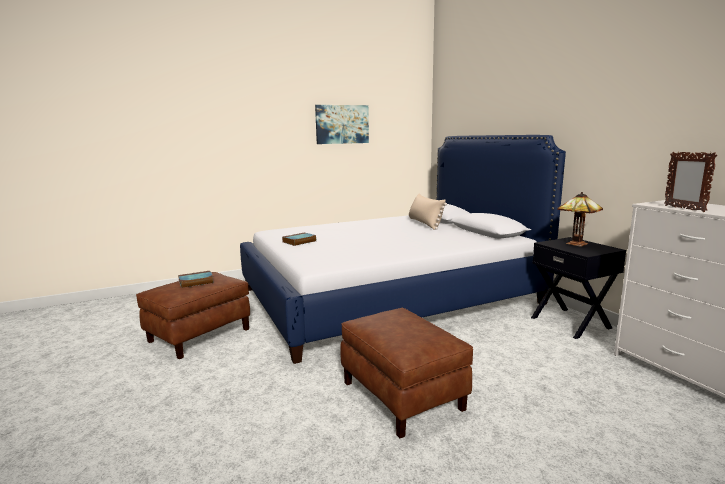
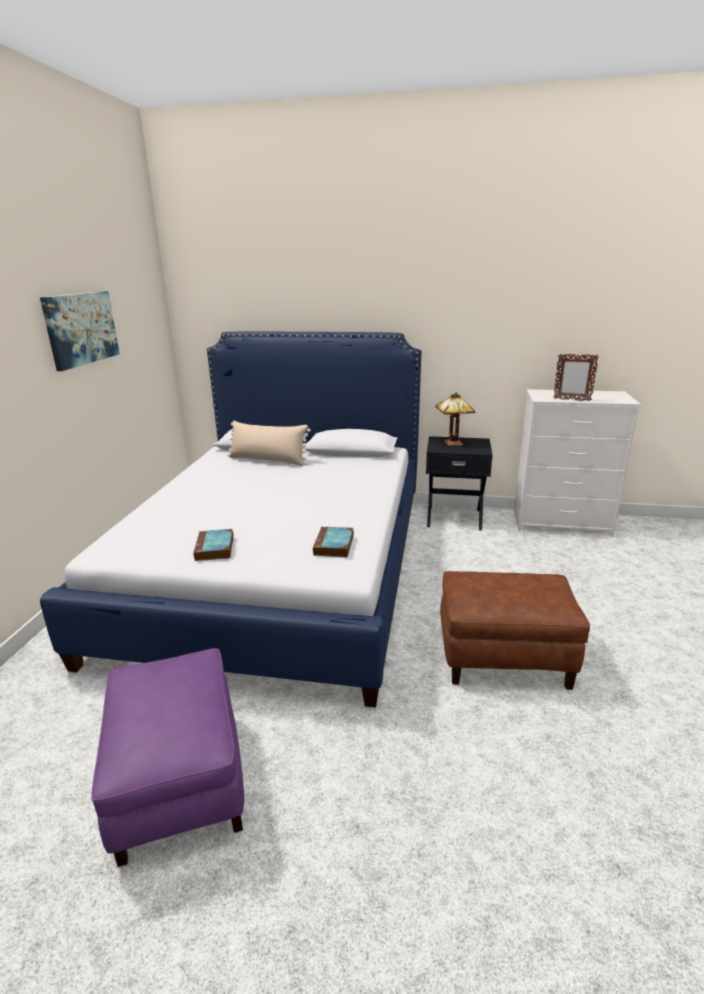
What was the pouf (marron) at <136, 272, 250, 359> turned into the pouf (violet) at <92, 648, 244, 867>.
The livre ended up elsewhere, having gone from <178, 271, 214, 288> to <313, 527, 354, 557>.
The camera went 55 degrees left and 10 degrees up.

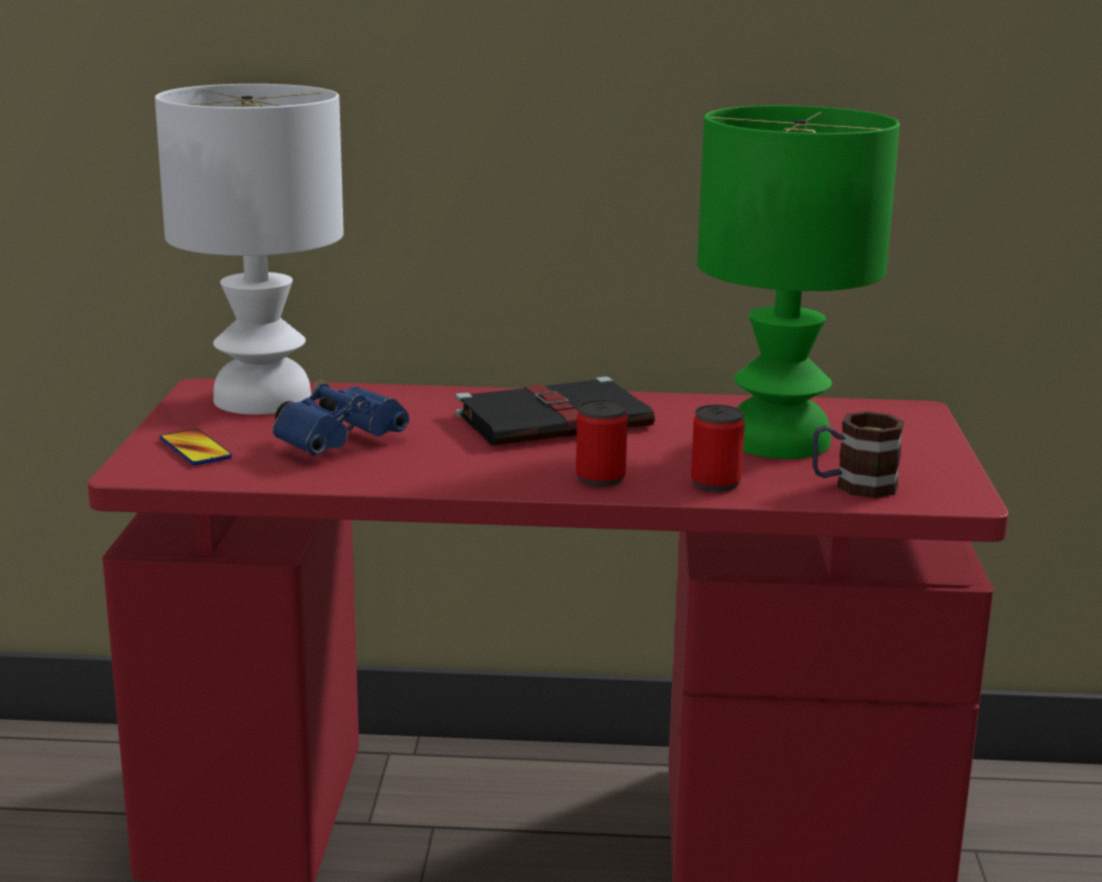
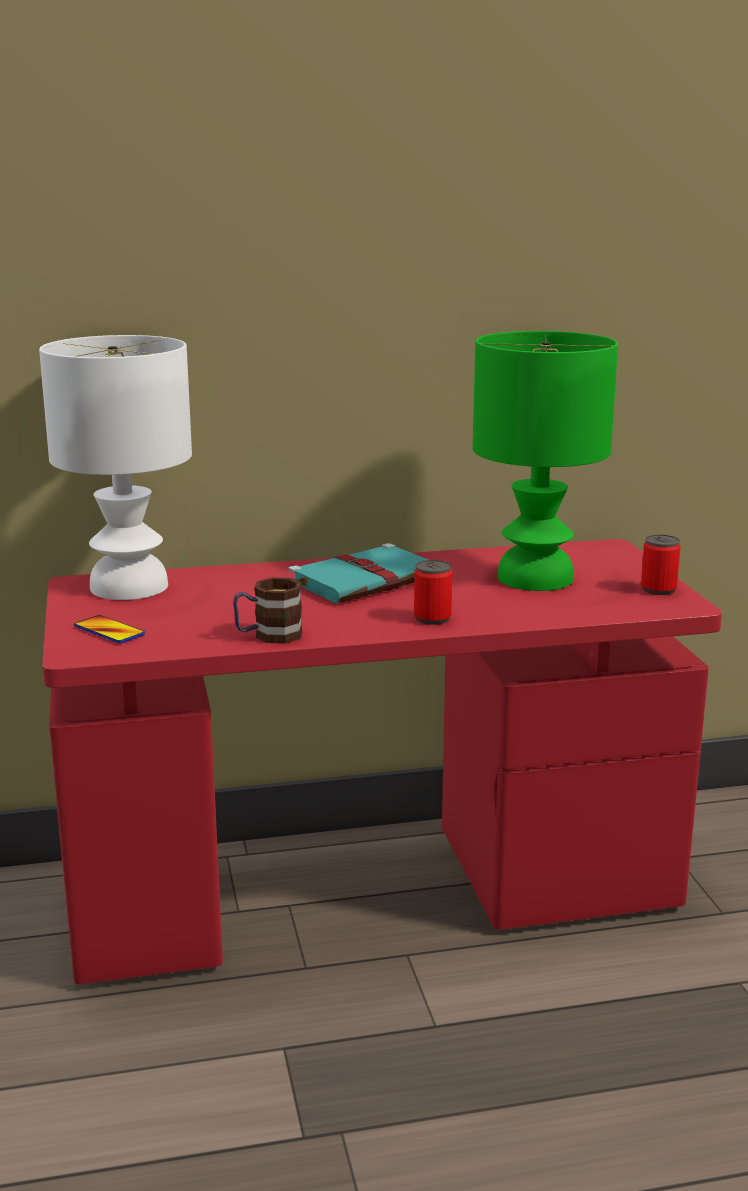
The mug ended up elsewhere, having gone from <812, 411, 904, 498> to <233, 577, 302, 644>.
What was the livre (noir) at <456, 376, 655, 445> turned into the livre (turquoise) at <289, 543, 429, 603>.
The boîte métallique ended up elsewhere, having gone from <691, 405, 745, 492> to <641, 535, 680, 595>.
The second view lost the jumelles (bleu) at <272, 380, 409, 456>.
The camera went 15 degrees left and 0 degrees up.

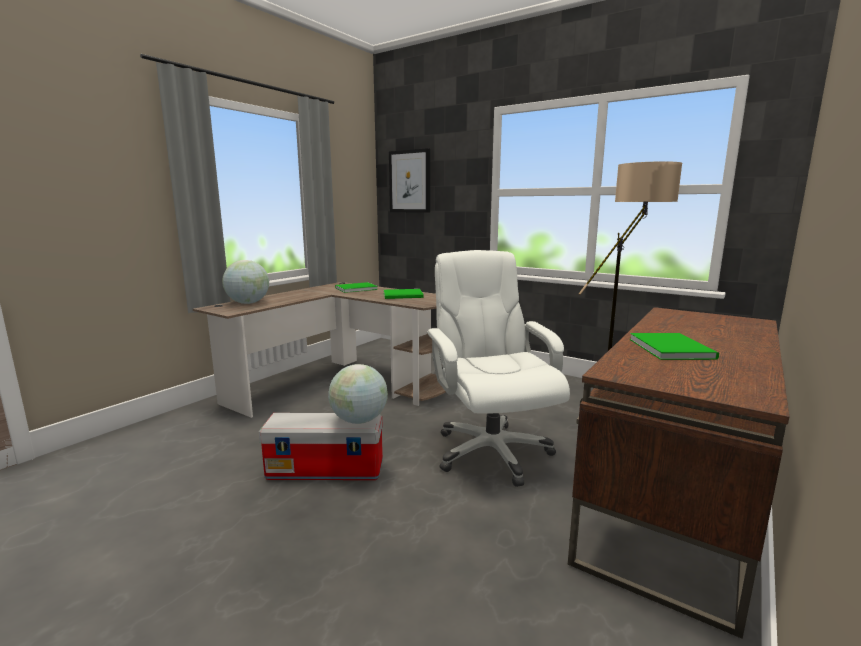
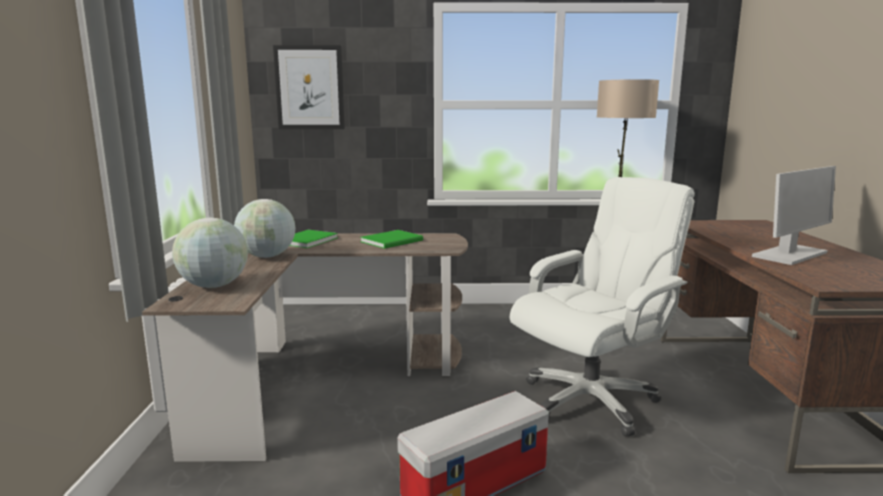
The globe ended up elsewhere, having gone from <328, 364, 388, 424> to <234, 199, 295, 258>.
The chaise de bureau (blanc) at <427, 250, 570, 487> ended up facing another way, 105 degrees clockwise from before.
Where the livre (vert) stood at <630, 333, 719, 360>, the écran d'ordinateur came to stand at <752, 166, 836, 265>.
The camera went 35 degrees left and 0 degrees up.

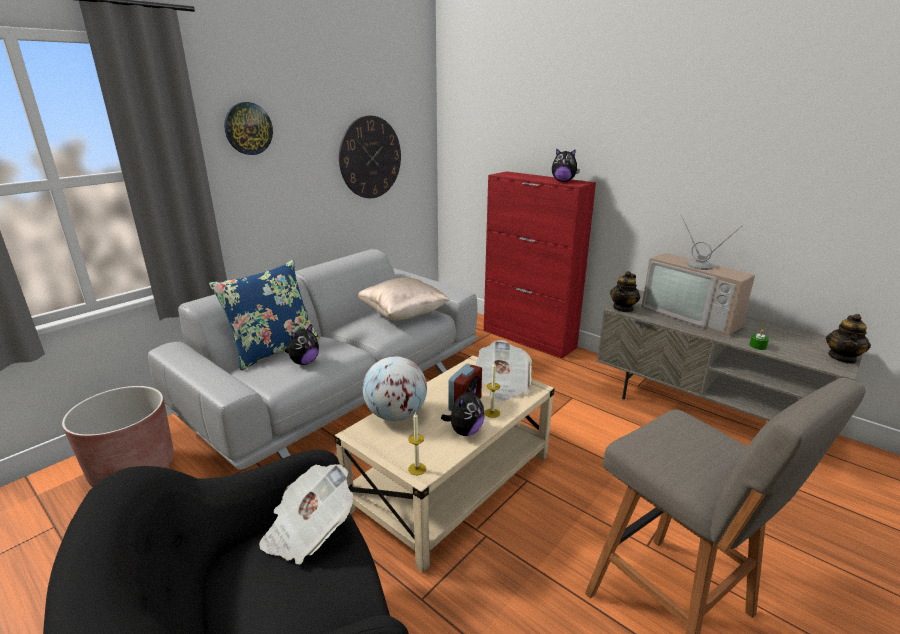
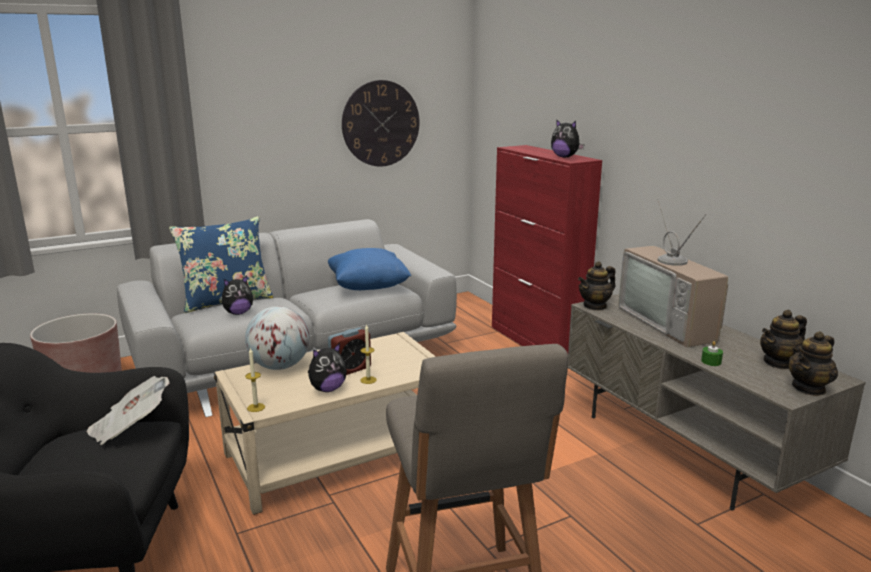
What was the coussin (beige) at <358, 277, 450, 320> turned into the coussin (bleu) at <328, 248, 411, 290>.
The second view gained the théière at <760, 310, 807, 369>.
The second view lost the horloge murale at <224, 102, 273, 155>.
The second view lost the journal at <475, 340, 532, 402>.
The camera went 20 degrees right and 5 degrees down.

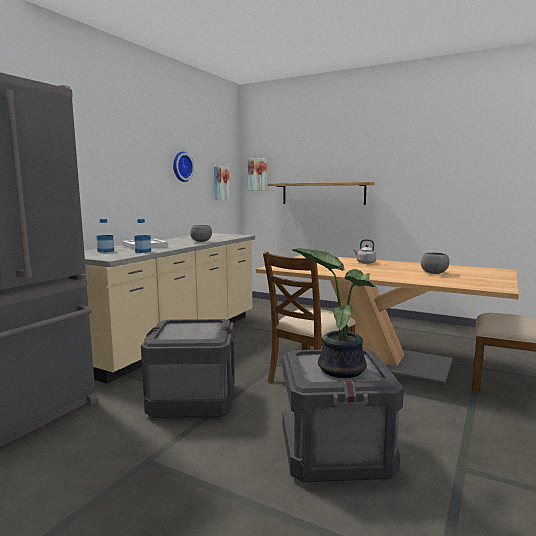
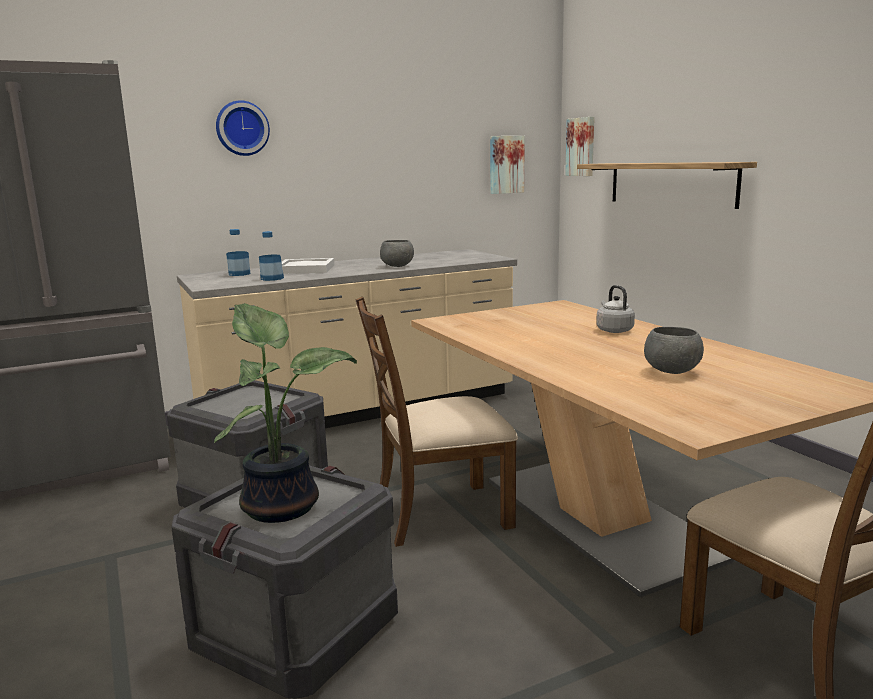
The horloge murale ended up elsewhere, having gone from <173, 152, 194, 182> to <216, 100, 270, 156>.
The camera went 35 degrees right and 5 degrees up.

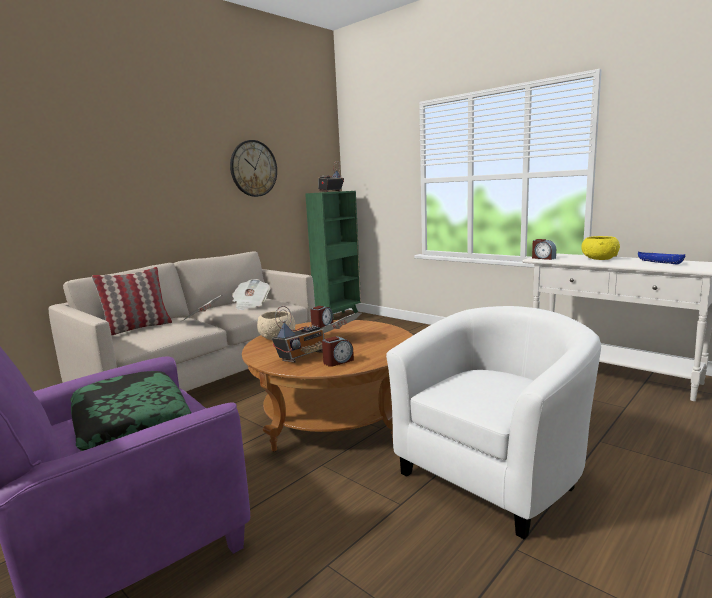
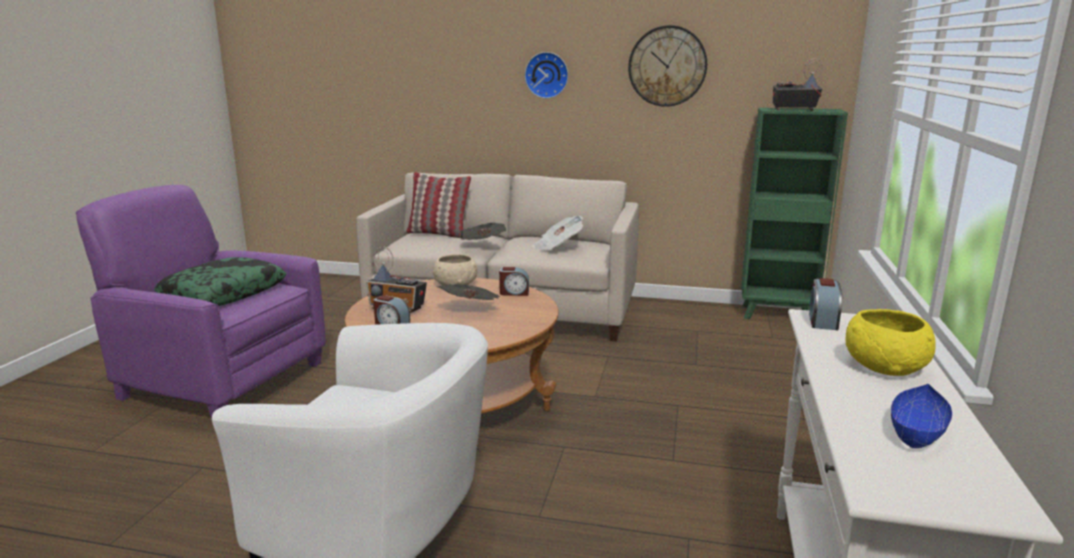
The second view gained the horloge murale at <525, 52, 568, 99>.
The camera went 60 degrees right and 5 degrees up.

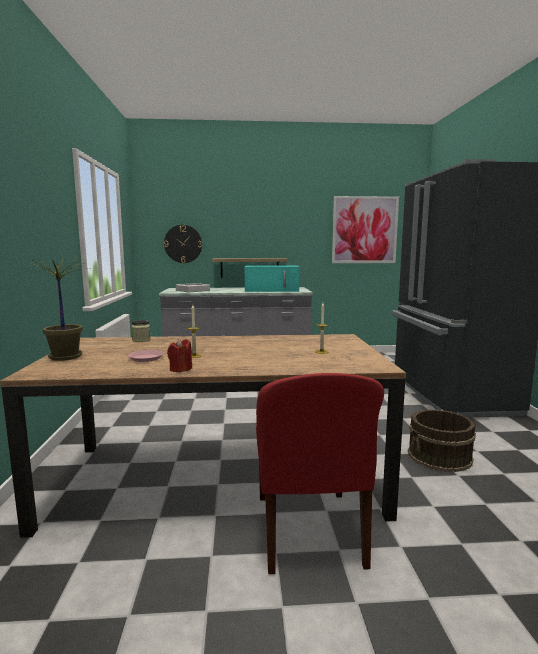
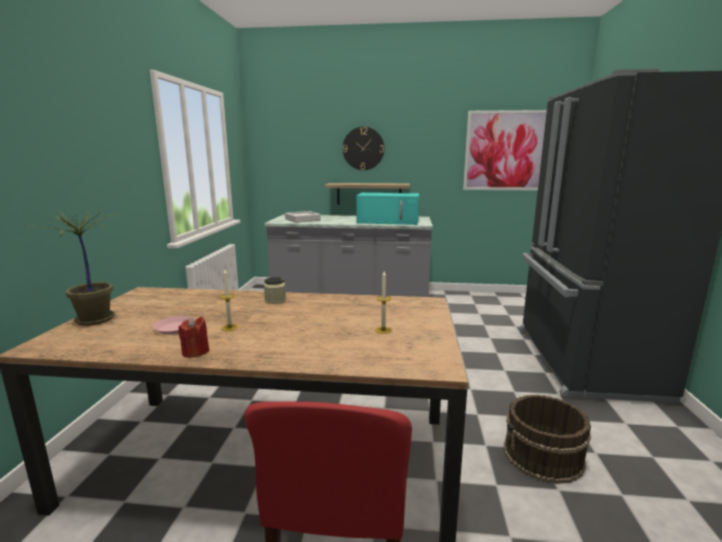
The bocal ended up elsewhere, having gone from <131, 320, 151, 342> to <264, 277, 286, 304>.
The horloge murale ended up elsewhere, having gone from <164, 225, 202, 263> to <343, 127, 384, 170>.
The camera went 10 degrees right and 5 degrees up.

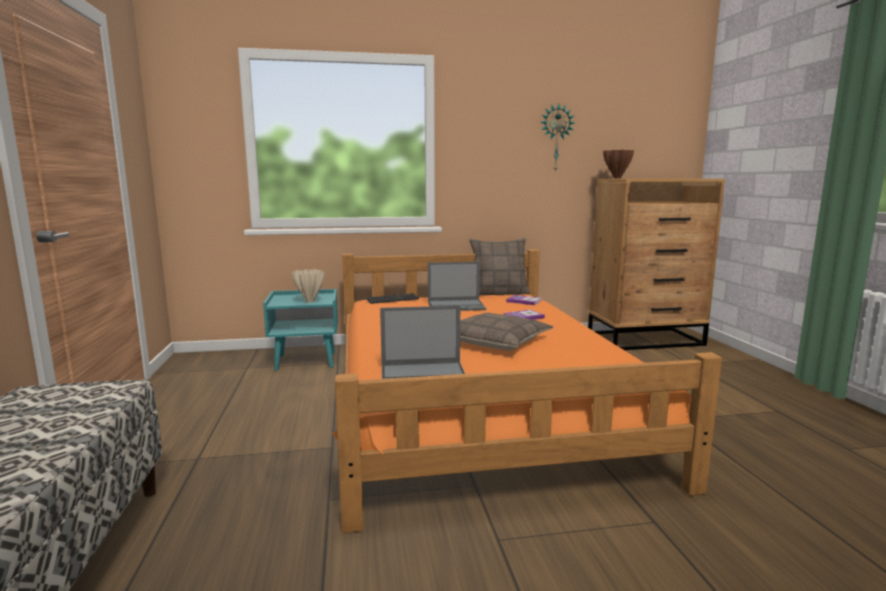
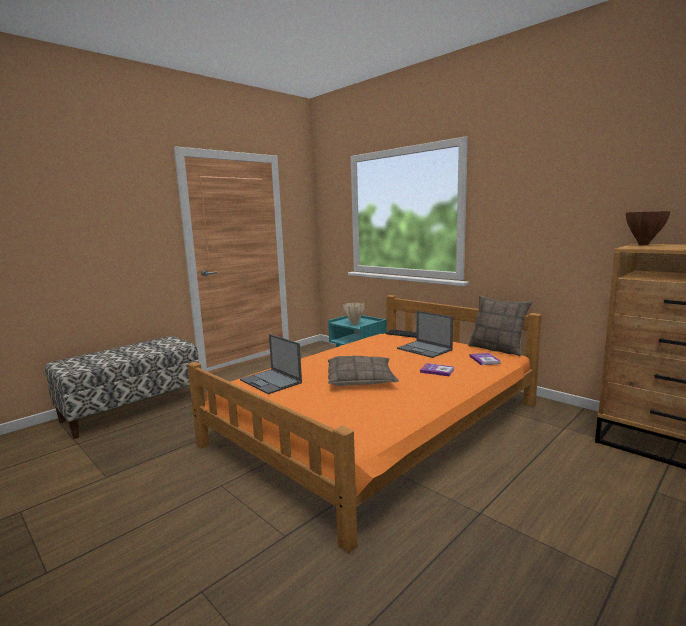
The second view lost the horloge murale at <540, 104, 574, 172>.
The camera went 55 degrees right and 0 degrees up.

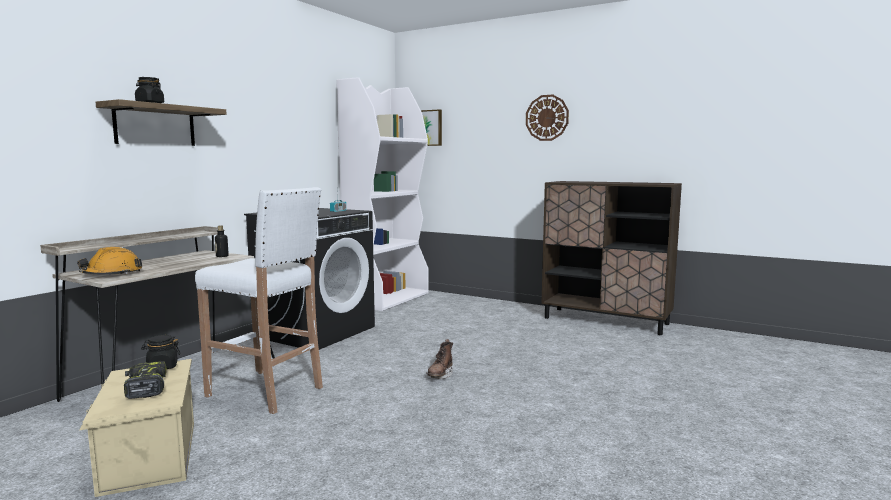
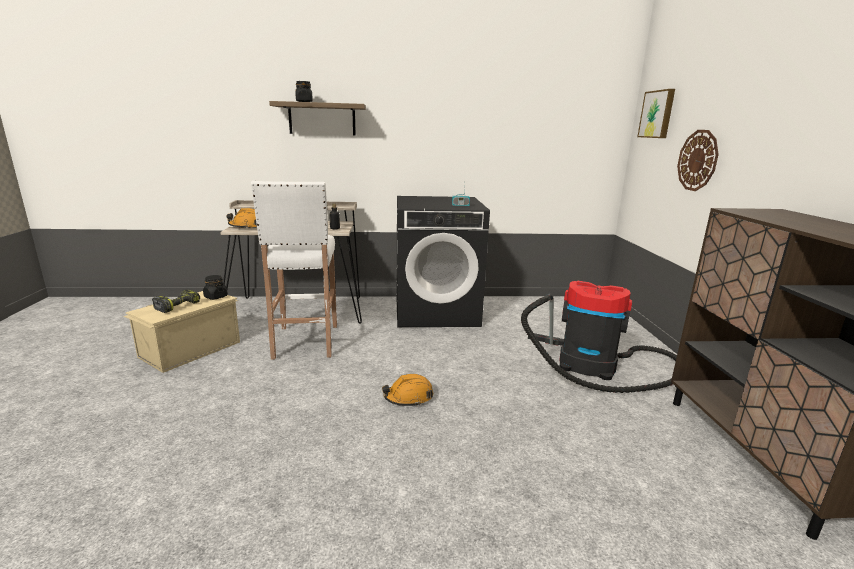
Where the botte (marron) stood at <427, 339, 453, 379>, the casque de chantier (orange) came to stand at <382, 374, 433, 407>.
The second view gained the aspirateur at <521, 280, 677, 393>.
The horloge murale ended up elsewhere, having gone from <526, 95, 569, 141> to <677, 130, 719, 191>.
The second view lost the bibliothèque (blanc) at <336, 77, 428, 311>.
The camera went 55 degrees right and 10 degrees up.

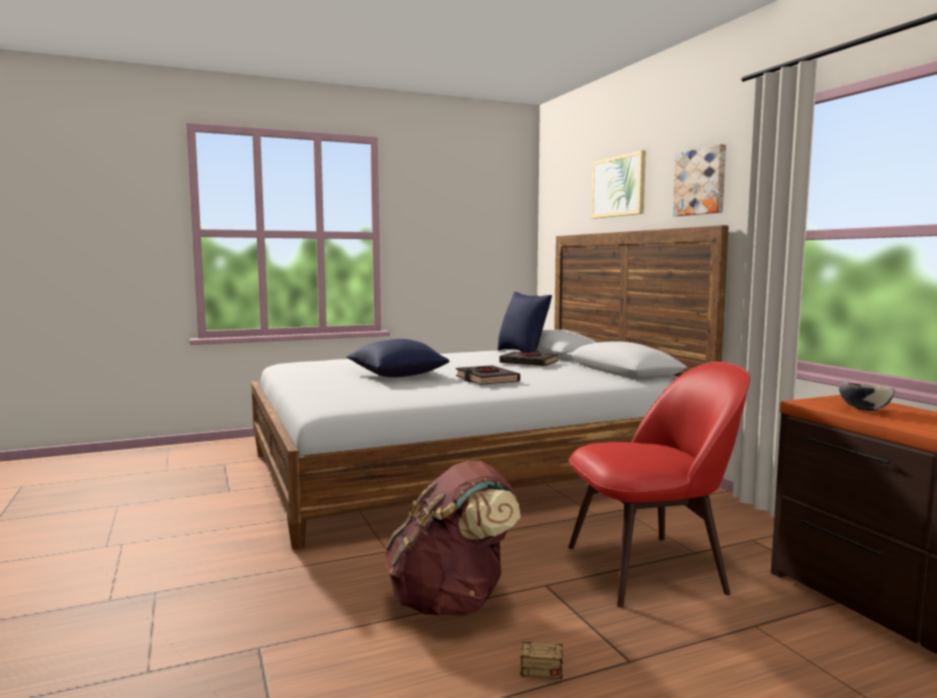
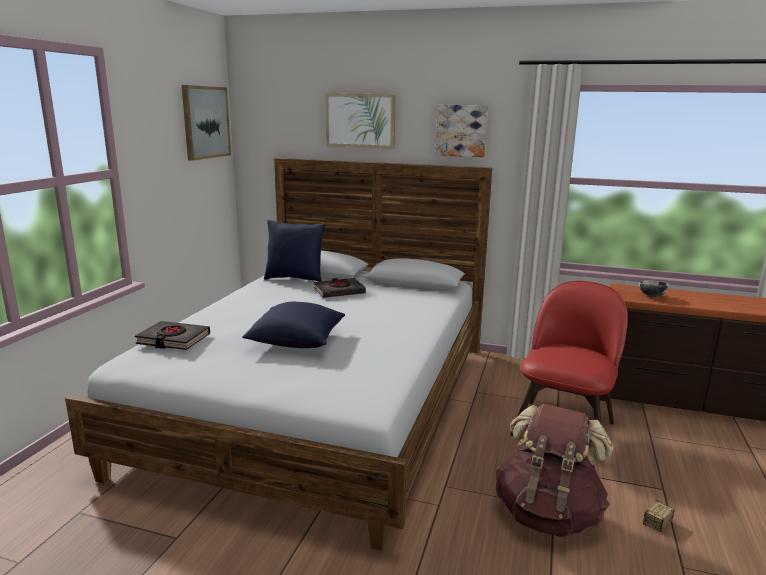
The livre (noir) ended up elsewhere, having gone from <456, 365, 520, 385> to <135, 321, 210, 350>.
The second view gained the tableau at <182, 85, 231, 161>.
The camera went 50 degrees left and 10 degrees up.

